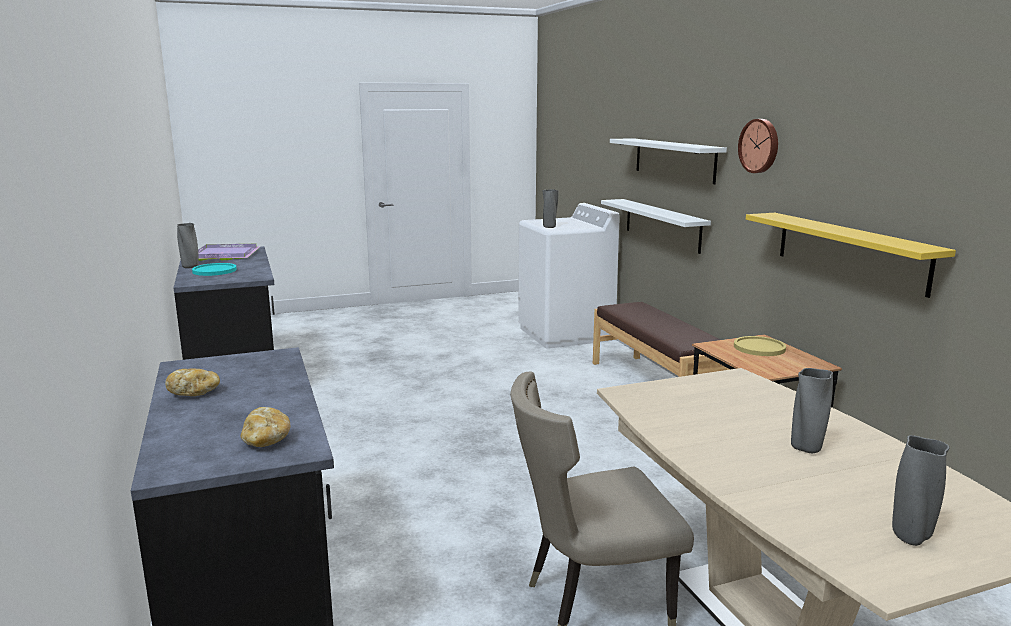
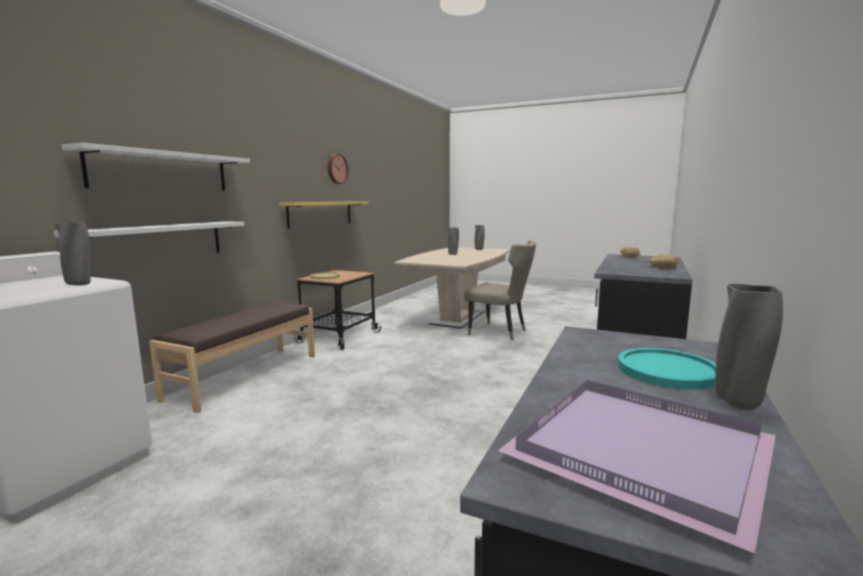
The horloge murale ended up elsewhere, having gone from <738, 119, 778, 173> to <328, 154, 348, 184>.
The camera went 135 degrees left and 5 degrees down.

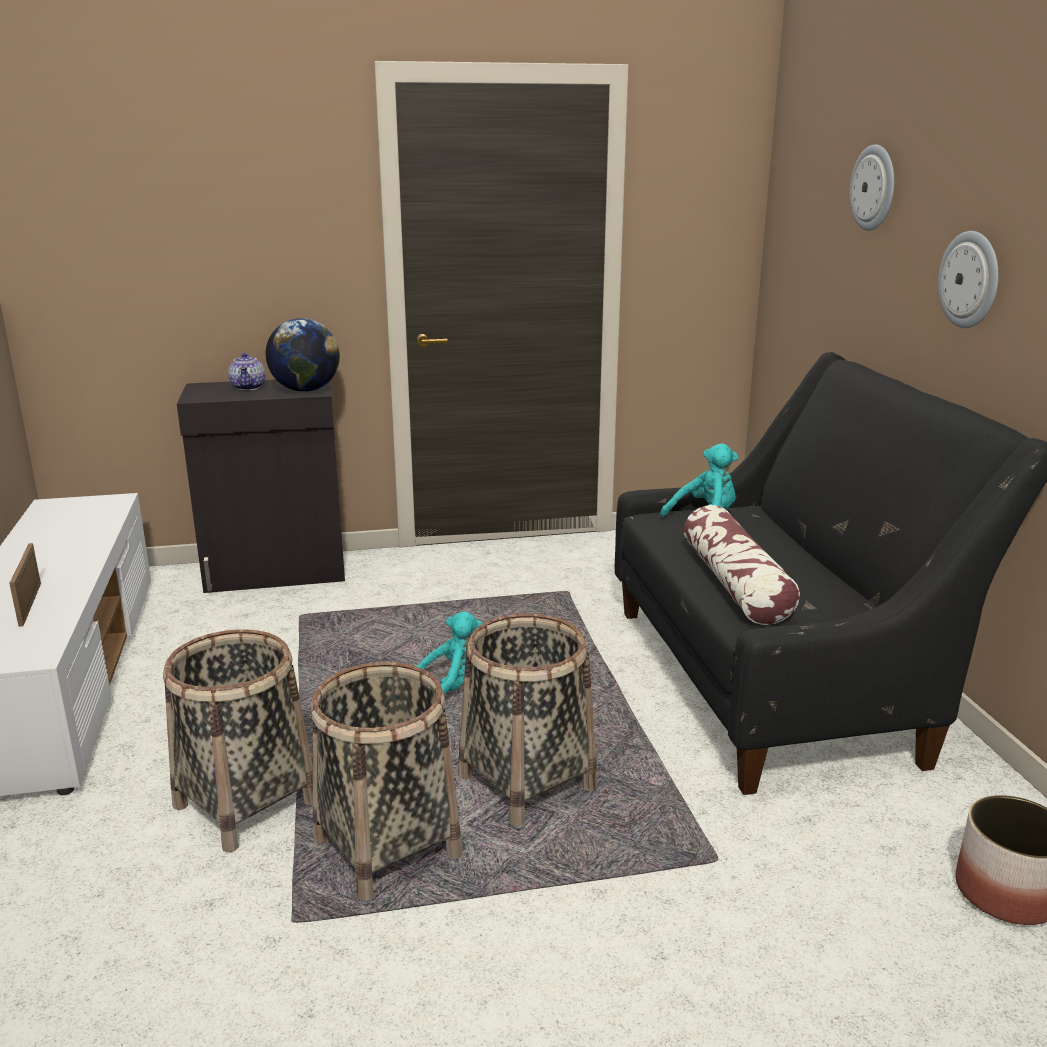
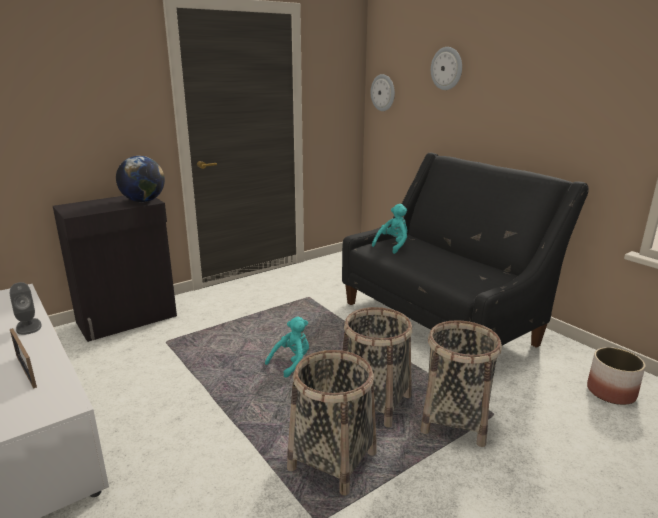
The second view gained the enceinte (gris) at <10, 282, 41, 335>.
The horloge murale ended up elsewhere, having gone from <938, 231, 999, 328> to <371, 74, 395, 111>.
The panier ended up elsewhere, having gone from <163, 629, 313, 853> to <420, 320, 502, 447>.
The second view lost the théière at <228, 353, 265, 391>.
The second view lost the coussin at <684, 505, 800, 625>.
The camera went 25 degrees left and 0 degrees up.

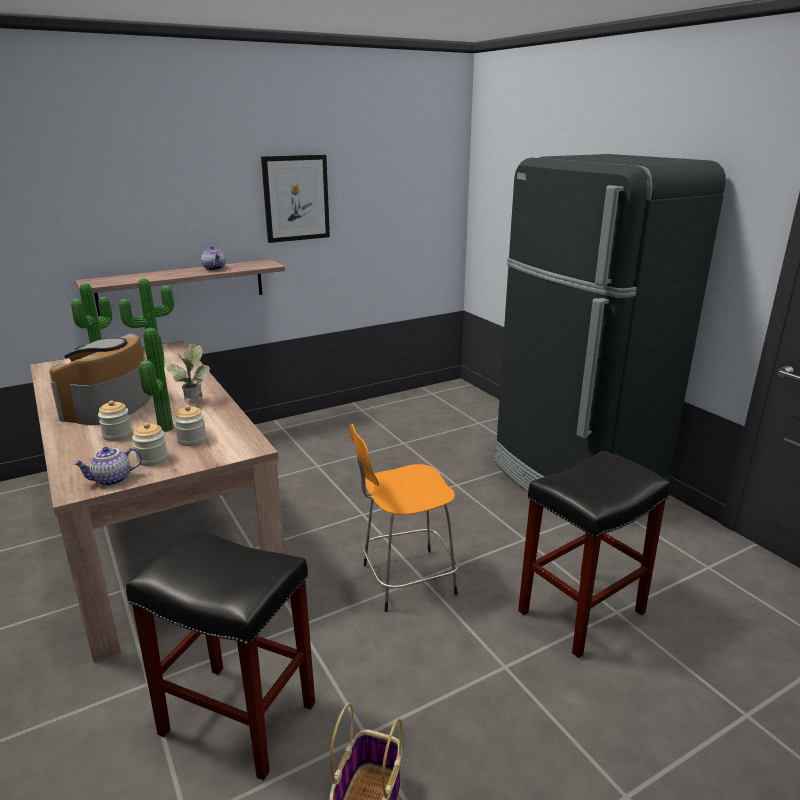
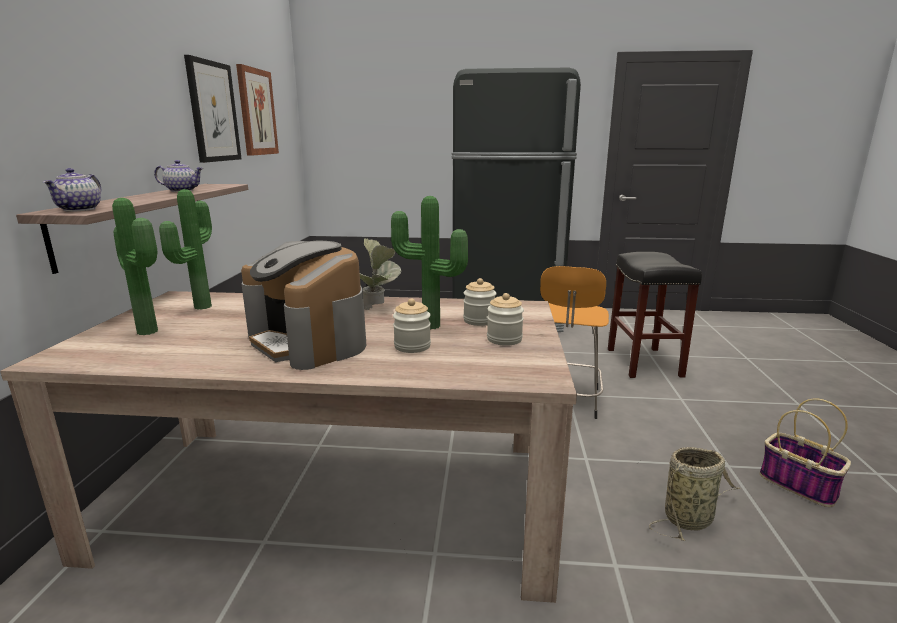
The théière ended up elsewhere, having gone from <73, 447, 142, 486> to <43, 168, 101, 212>.
The second view gained the tableau at <236, 64, 279, 156>.
Where the tabouret (noir) stood at <126, 528, 315, 781>, the panier came to stand at <649, 447, 740, 541>.
The camera went 55 degrees left and 5 degrees down.

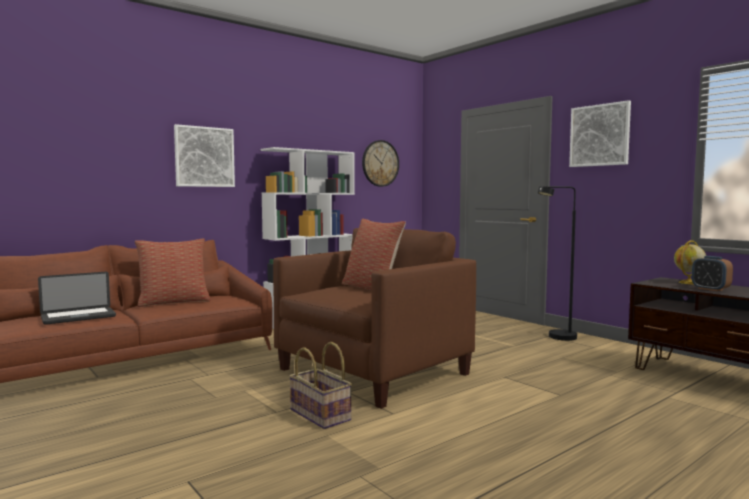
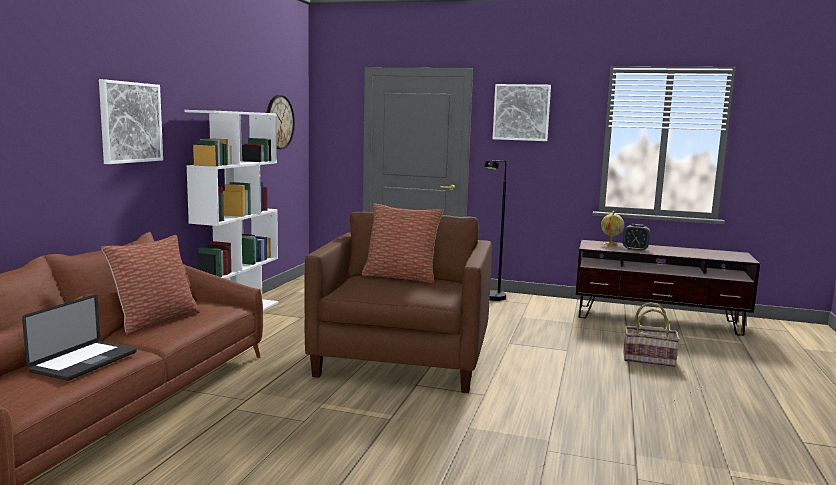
The panier ended up elsewhere, having gone from <289, 342, 352, 429> to <623, 302, 680, 367>.
The camera went 35 degrees left and 5 degrees up.

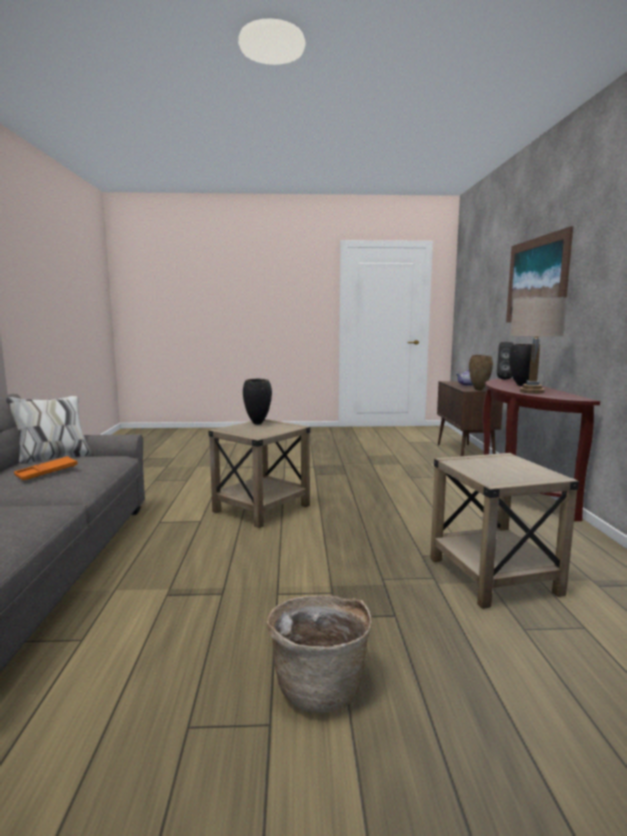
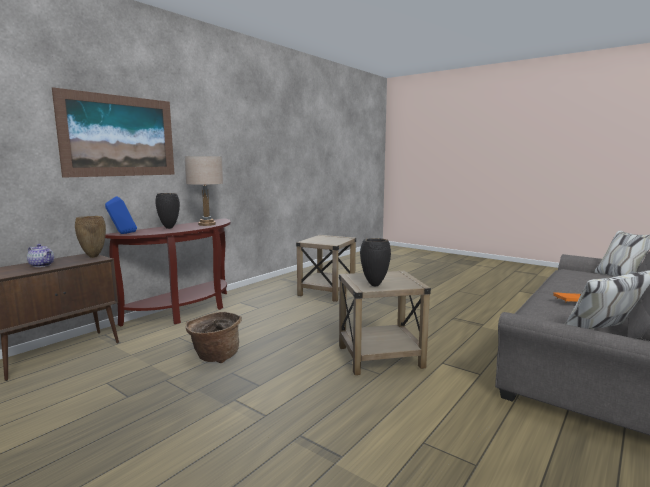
What was the enceinte (noir) at <497, 342, 514, 380> turned into the enceinte (bleu) at <105, 196, 137, 234>.
The panier ended up elsewhere, having gone from <267, 595, 372, 713> to <186, 312, 242, 363>.
The camera went 140 degrees left and 0 degrees up.

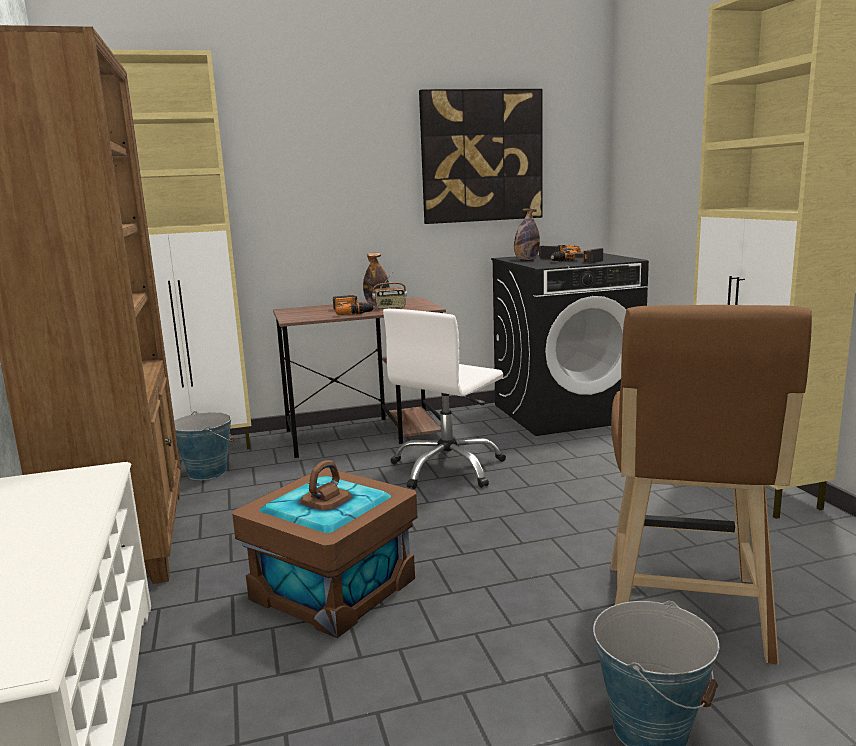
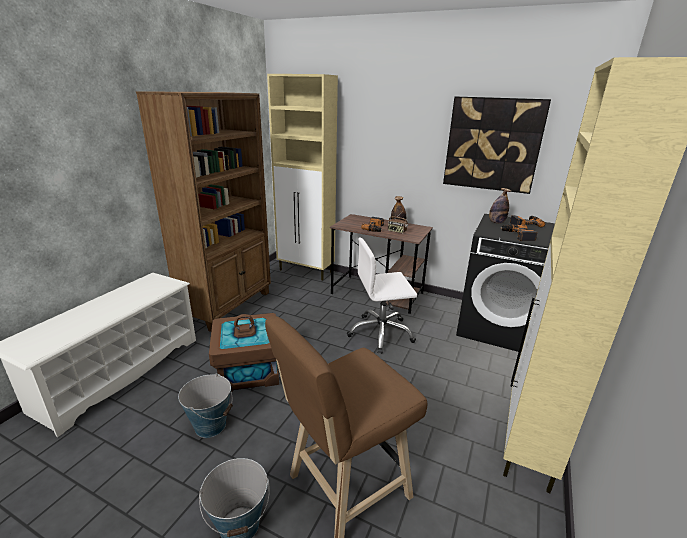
The seau ended up elsewhere, having gone from <174, 411, 234, 480> to <178, 373, 233, 438>.
The camera went 40 degrees right and 10 degrees up.

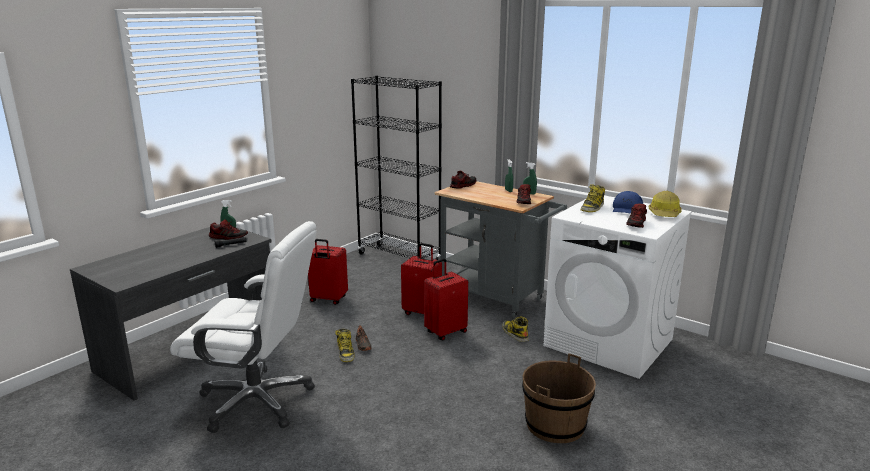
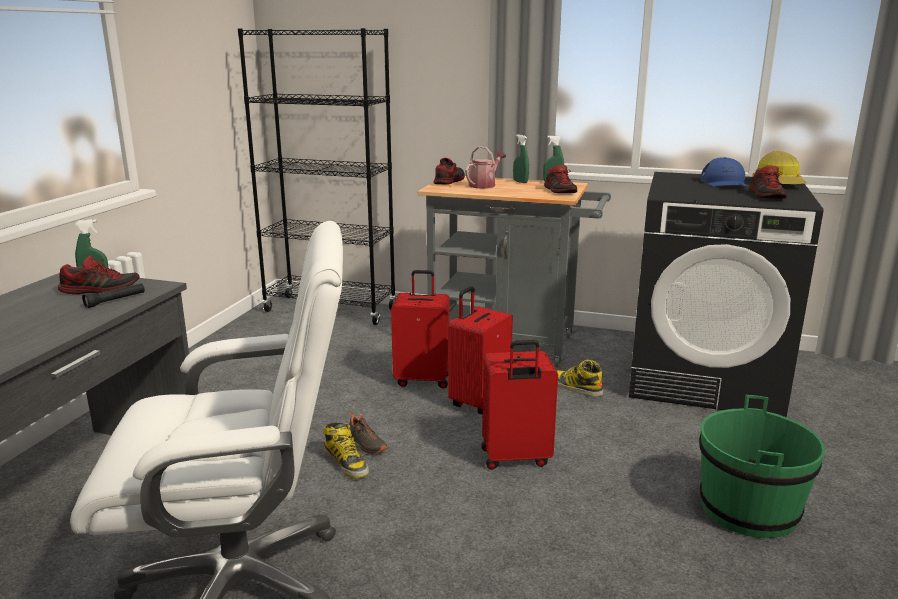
The second view gained the arrosoir at <465, 146, 506, 189>.
The valise (rouge) ended up elsewhere, having gone from <308, 239, 348, 305> to <481, 340, 558, 470>.
What was the lave-linge (blanc) at <543, 195, 692, 379> turned into the lave-linge (noir) at <629, 172, 824, 417>.
What was the seau (marron) at <522, 353, 596, 443> turned into the seau (vert) at <699, 395, 825, 538>.
The second view lost the botte at <581, 184, 605, 212>.
The camera went 20 degrees left and 0 degrees up.

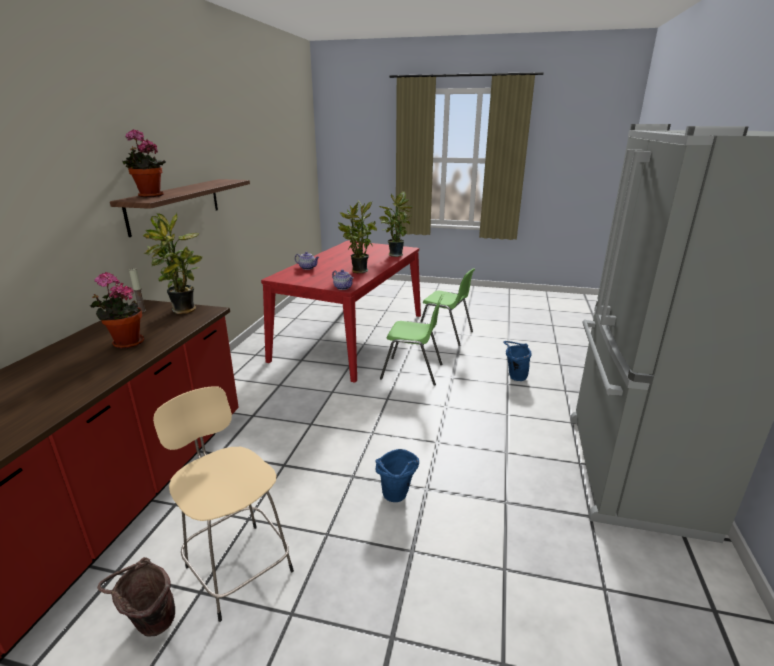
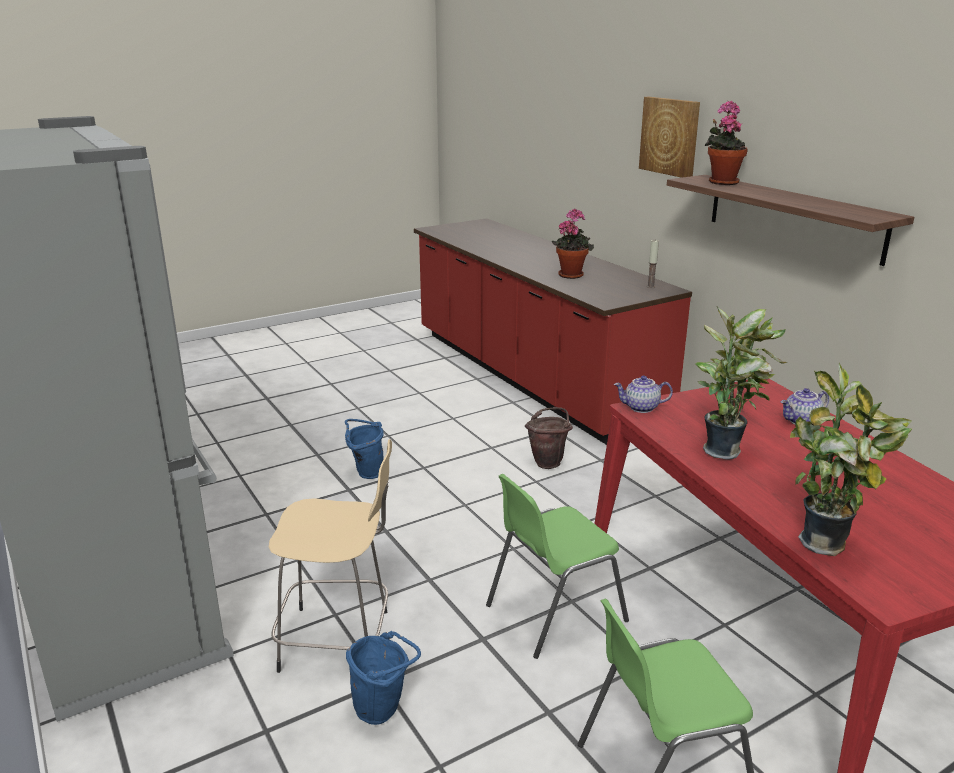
The tabouret (beige) ended up elsewhere, having gone from <153, 386, 294, 622> to <269, 439, 392, 673>.
The seau (marron) ended up elsewhere, having gone from <97, 557, 175, 637> to <525, 407, 573, 469>.
The second view gained the tableau at <639, 97, 700, 178>.
The second view lost the plante en pot at <143, 212, 203, 314>.
The camera went 135 degrees right and 0 degrees up.

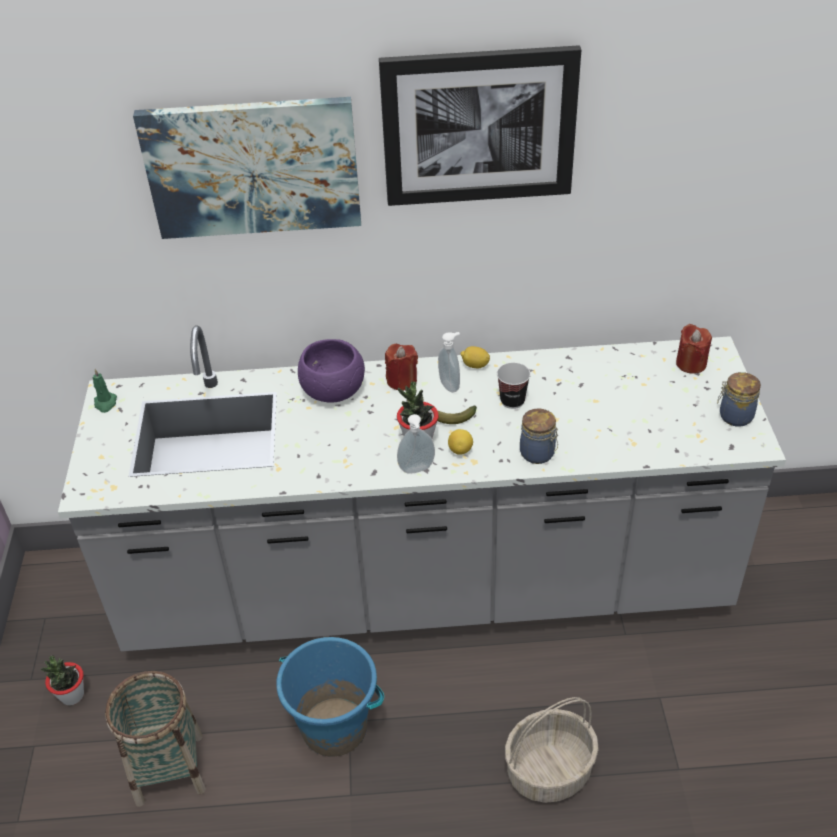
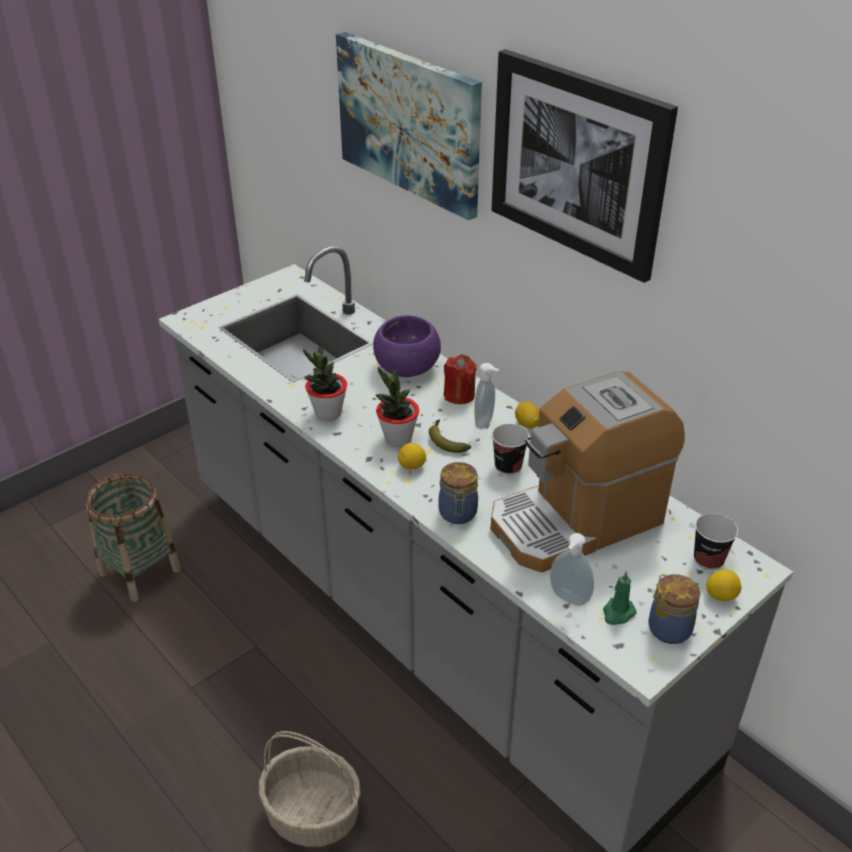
The plante en pot ended up elsewhere, having gone from <41, 655, 84, 705> to <303, 347, 347, 421>.
The second view gained the machine à café at <491, 371, 685, 573>.
The distributeur de savon ended up elsewhere, having gone from <397, 414, 435, 474> to <550, 533, 594, 606>.
The bougie (vert) ended up elsewhere, having gone from <92, 369, 117, 413> to <603, 571, 637, 625>.
Where the bougie (rouge) stood at <676, 324, 712, 374>, the tasse came to stand at <694, 513, 738, 570>.
The second view gained the citron at <706, 569, 742, 601>.
The second view lost the seau (bleu) at <276, 637, 384, 757>.
The camera went 50 degrees right and 5 degrees down.

